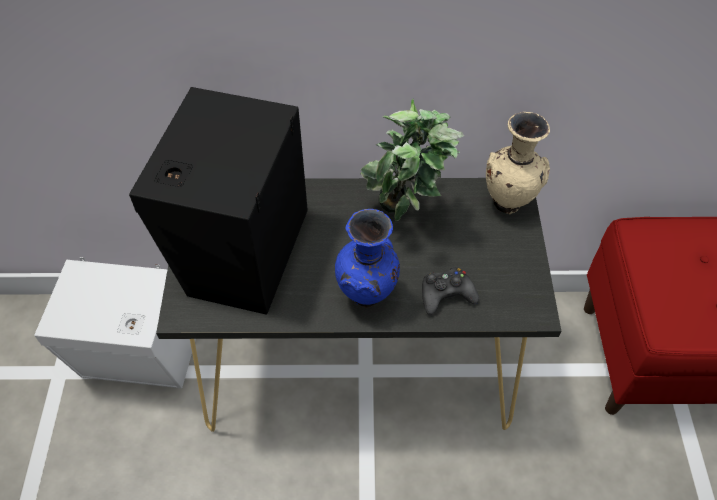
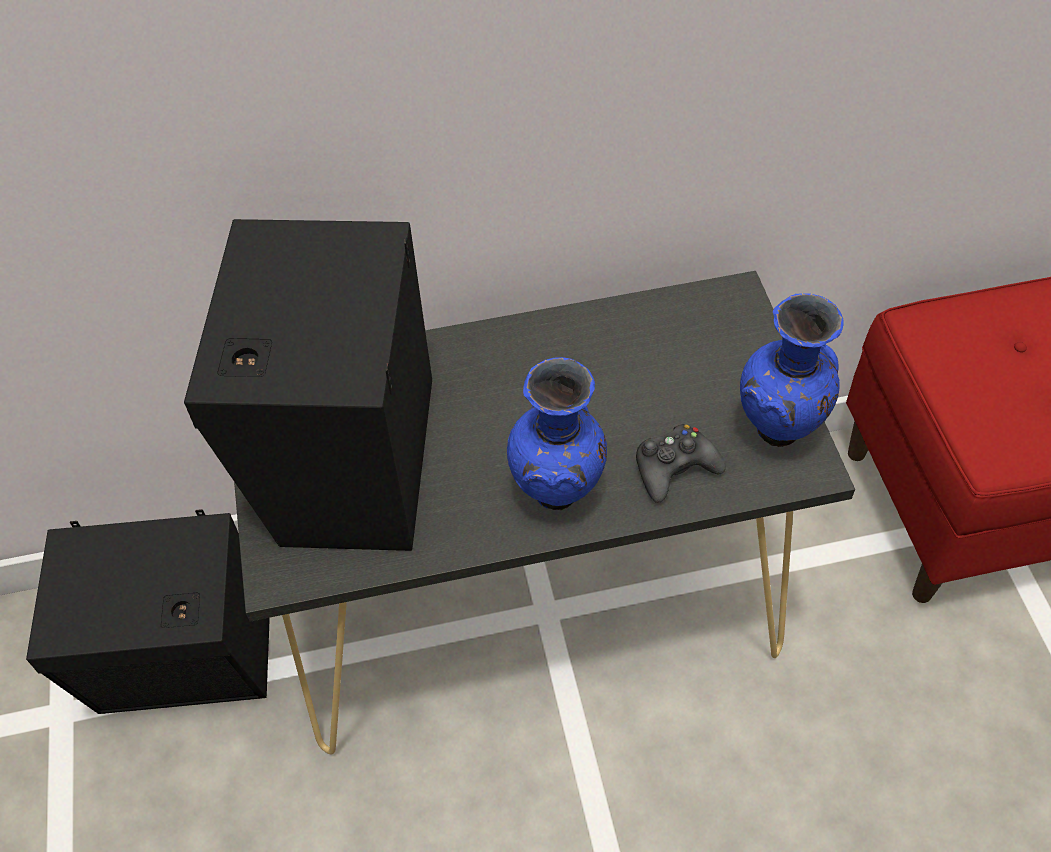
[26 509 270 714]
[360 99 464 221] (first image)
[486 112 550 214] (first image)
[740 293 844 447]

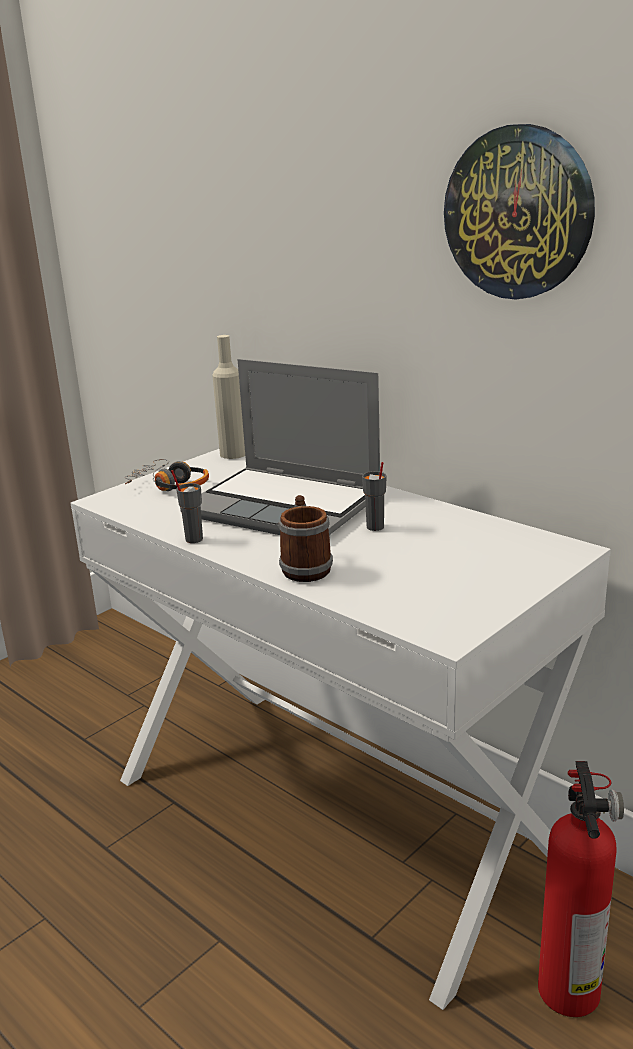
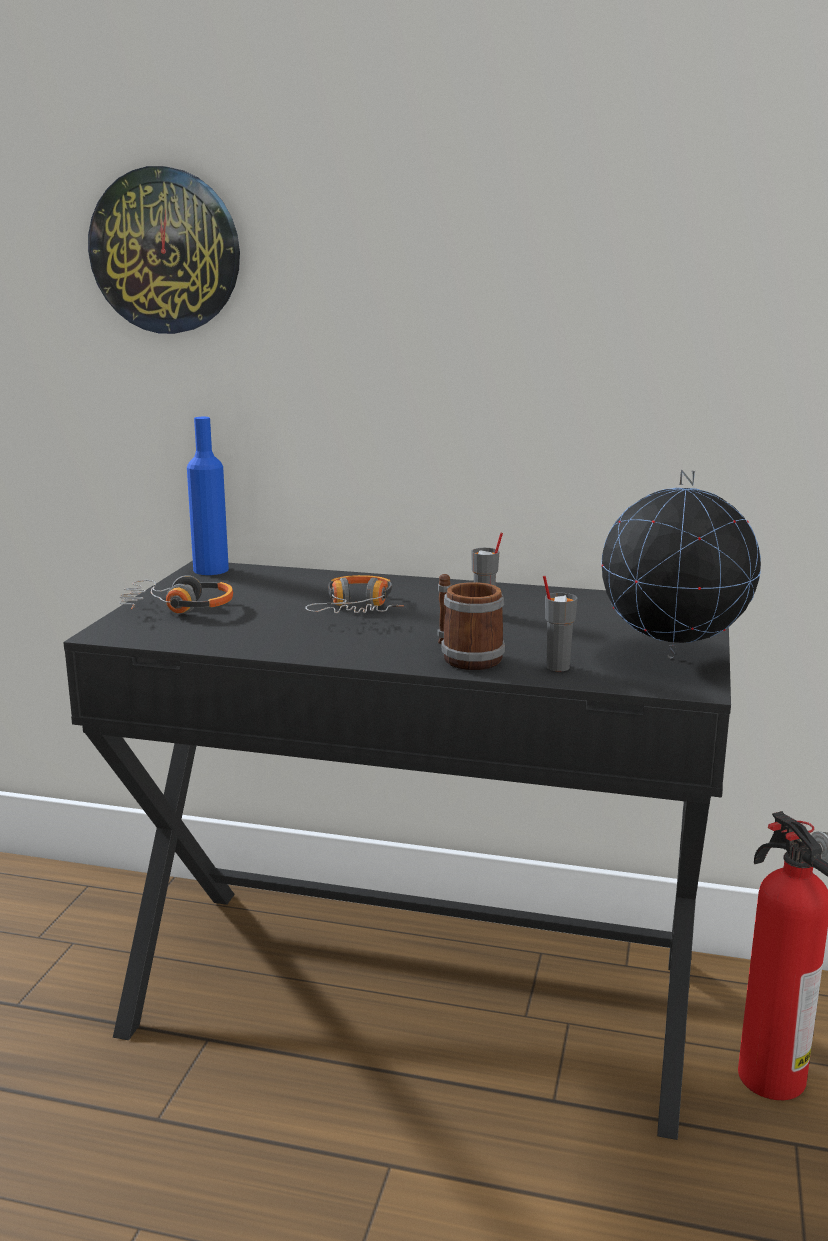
[63 561 731 1140]
[543 576 578 672]
[305 575 404 613]
[187 417 229 575]
[88 166 240 334]
[601 470 761 659]

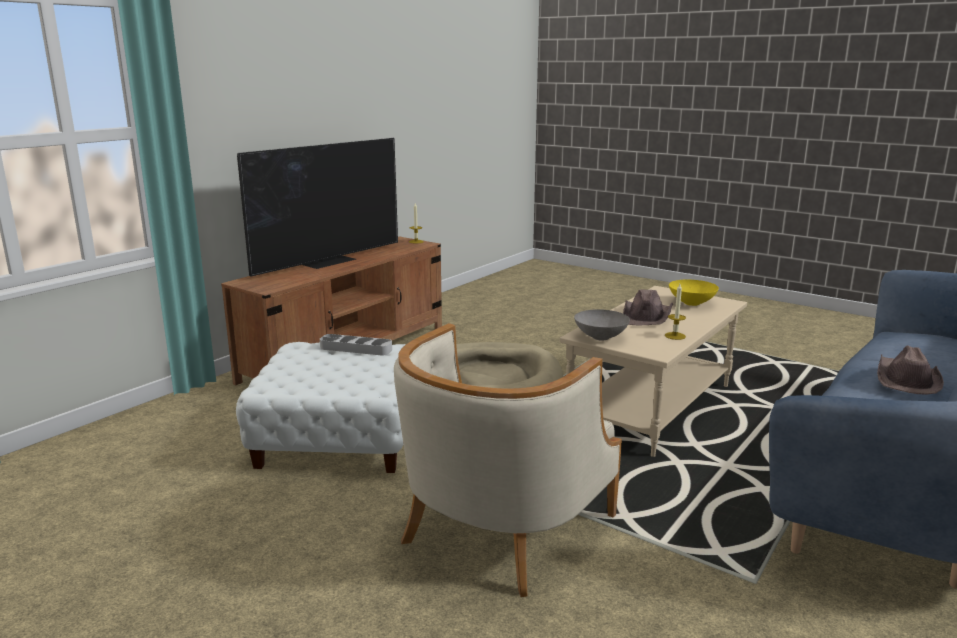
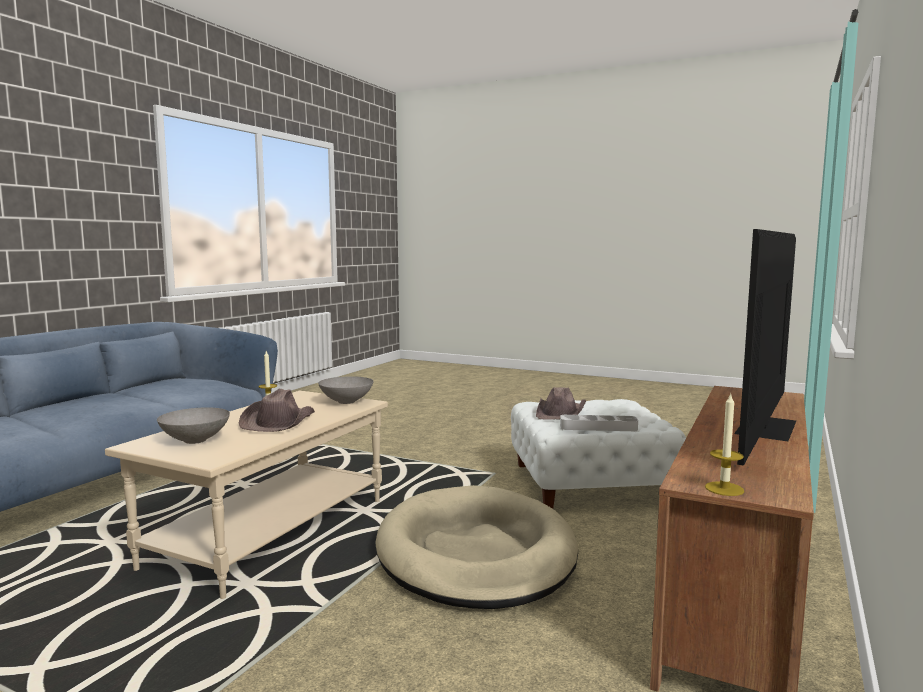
[394 323 622 597] (first image)
[157 408 230 444]
[536 387 586 420]

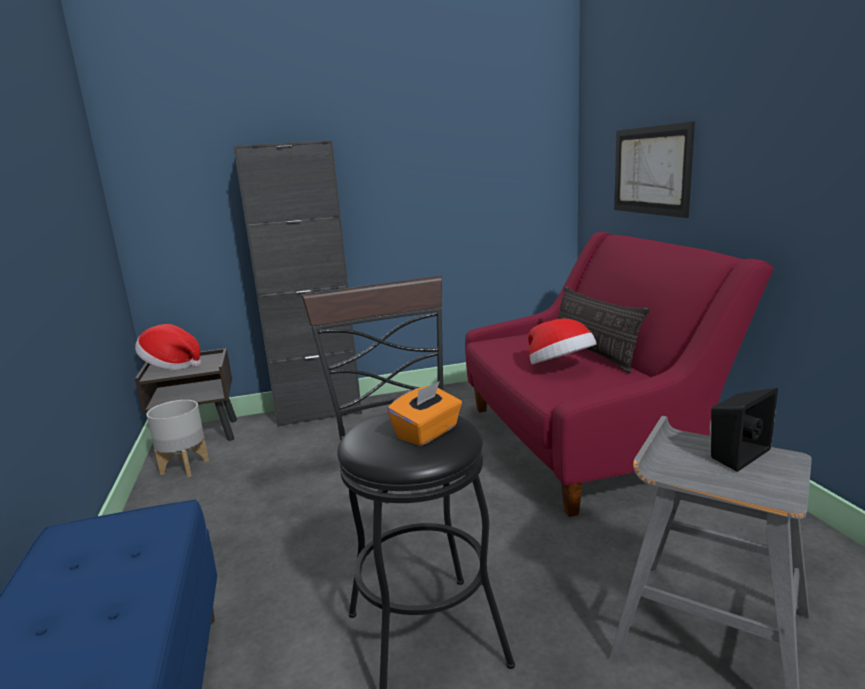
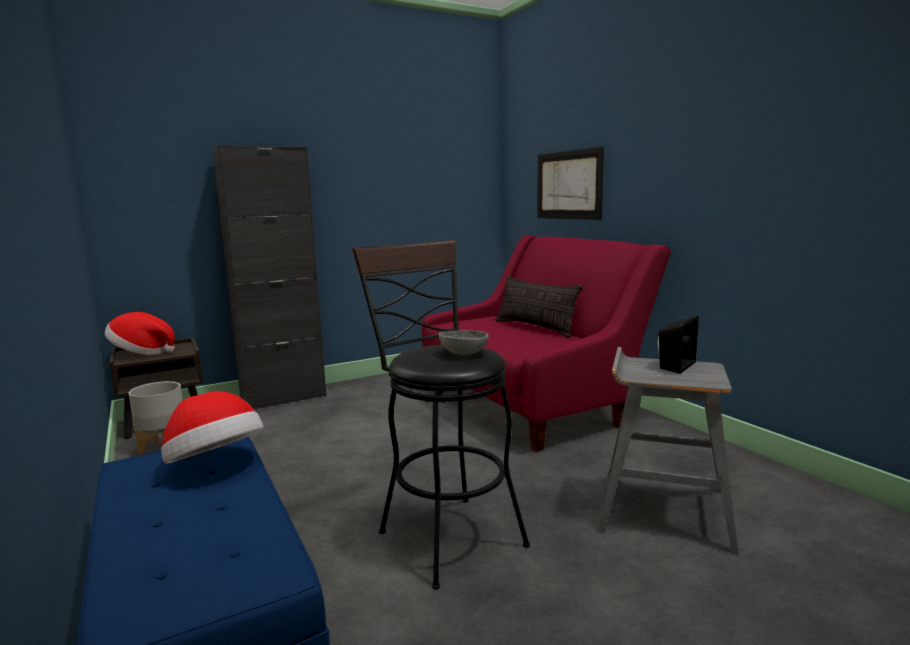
[439 330 489 355]
[161 391 264 464]

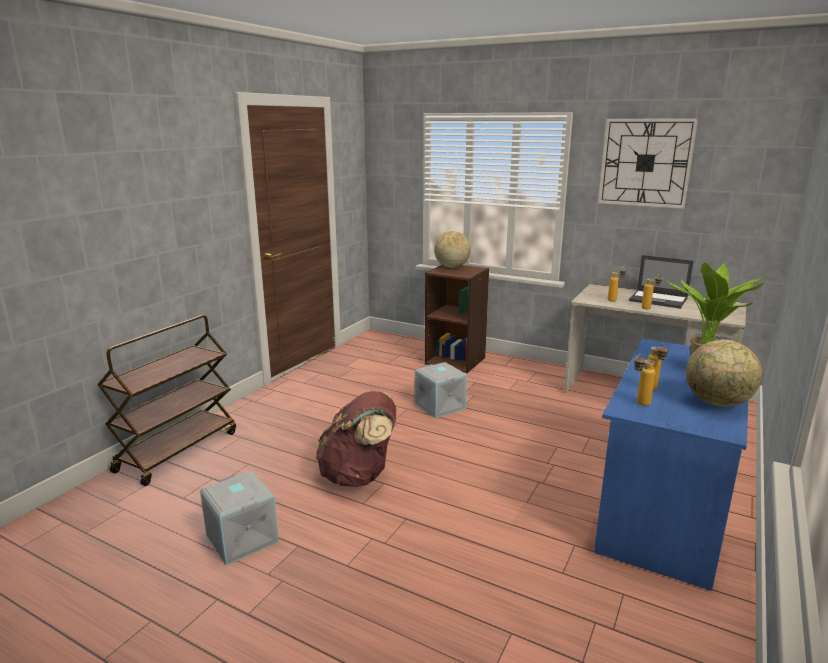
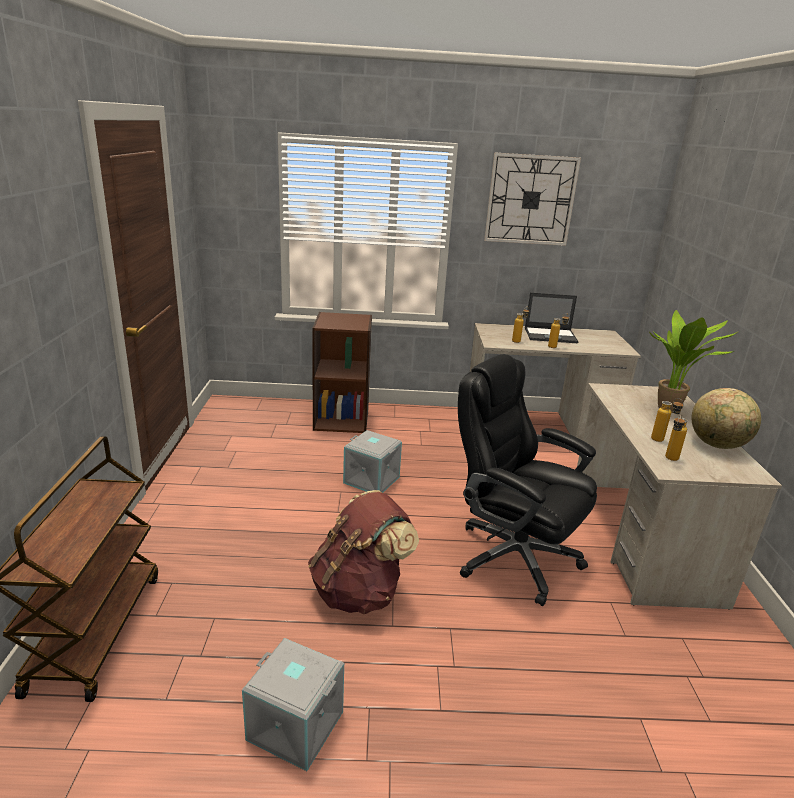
[434 231 471 268] (first image)
[577 383 782 610]
[458 354 597 606]

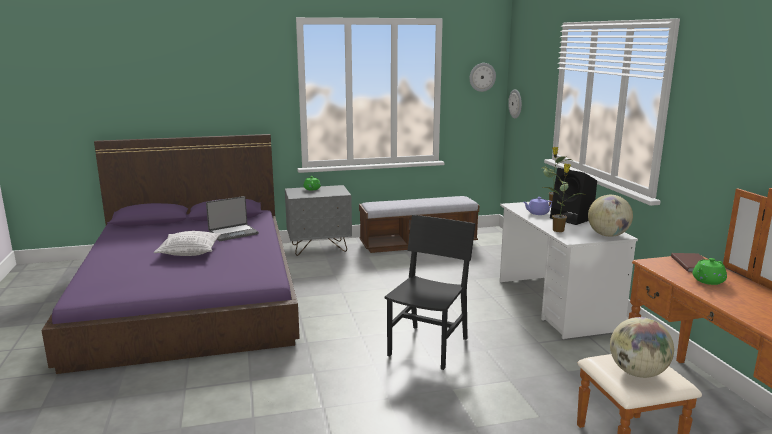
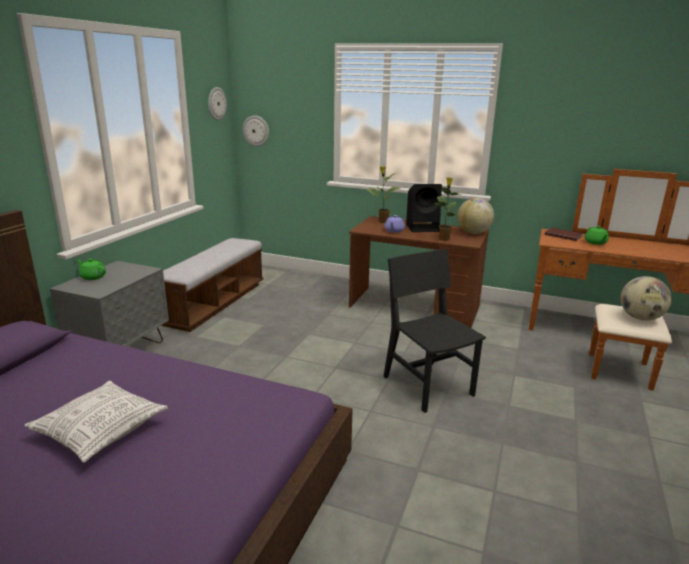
[206 196 259 241] (first image)
[349 216 489 328]

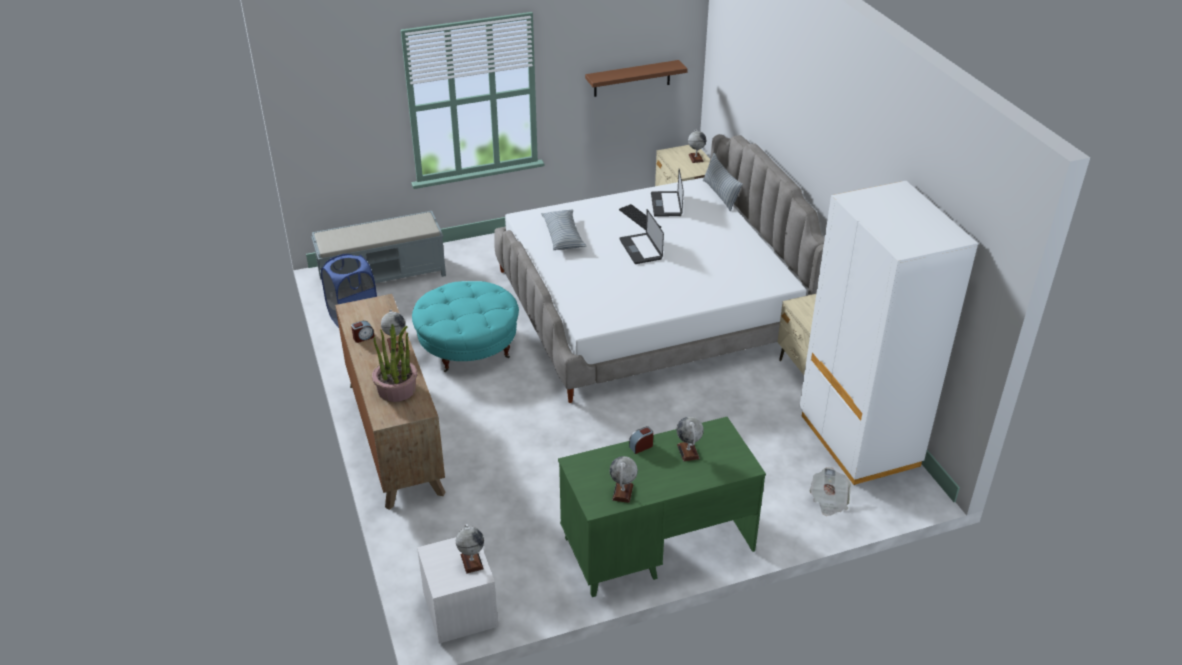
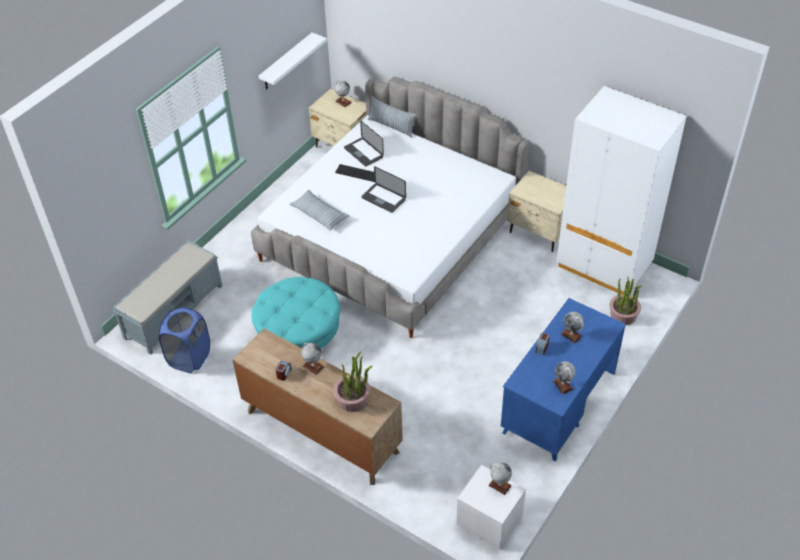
[501 298 626 461]
[259 33 327 90]
[610 277 641 325]

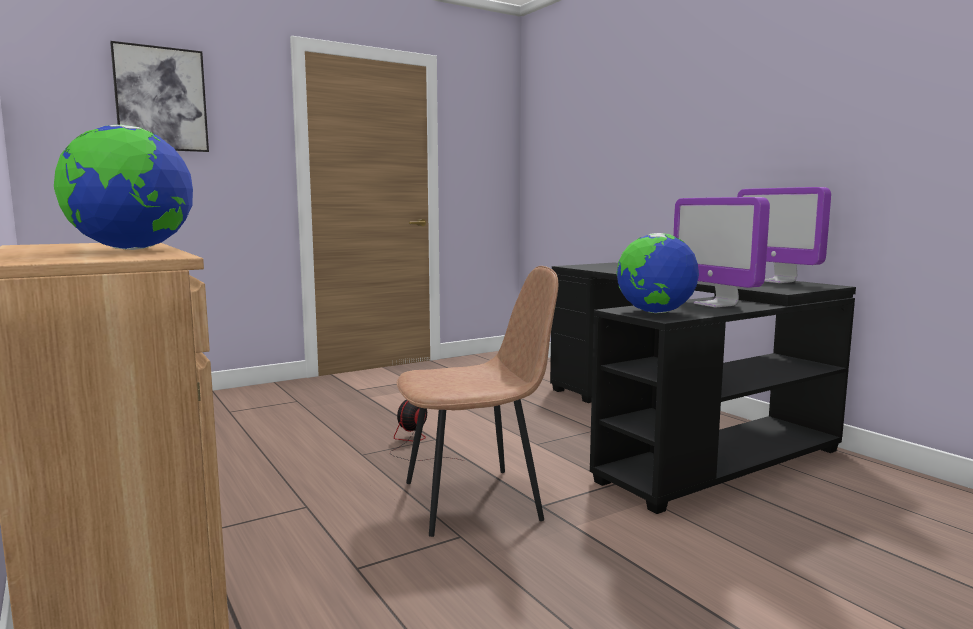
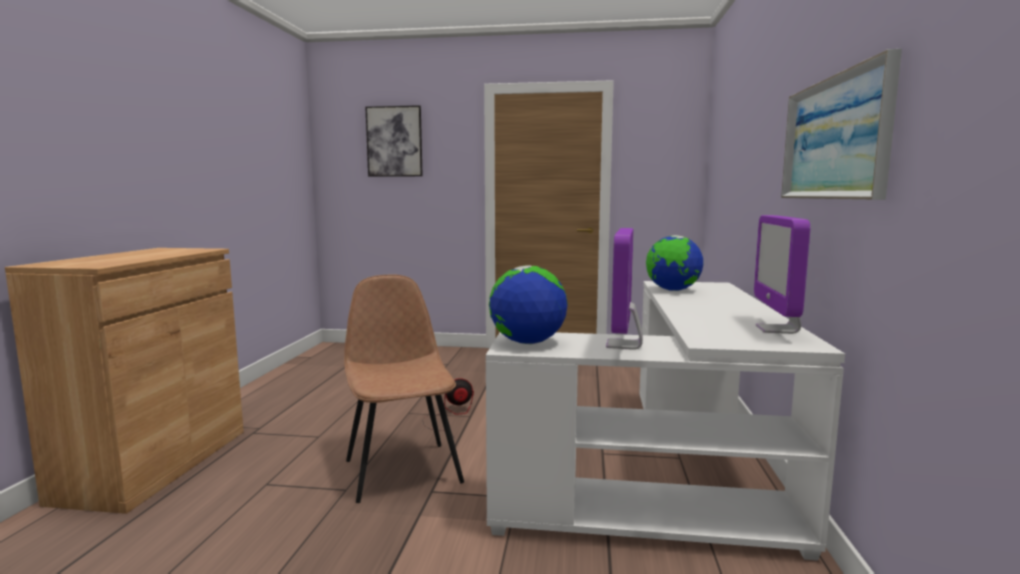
[646 235 703 291]
[344 275 464 503]
[486 281 845 561]
[781 49 902 200]

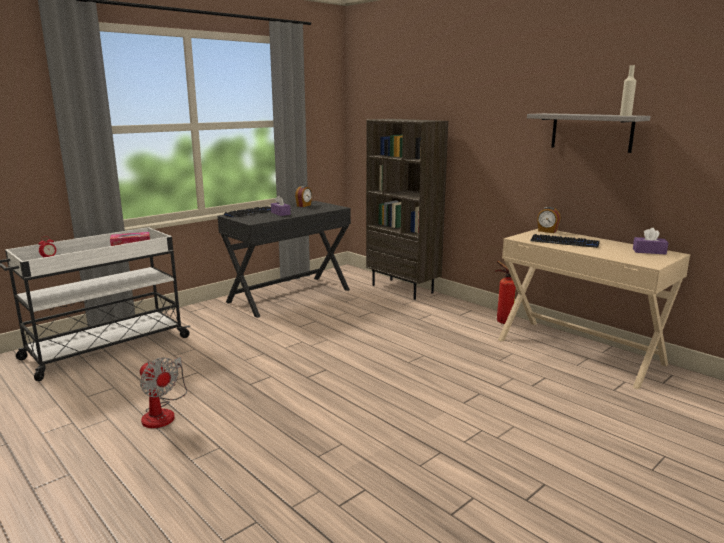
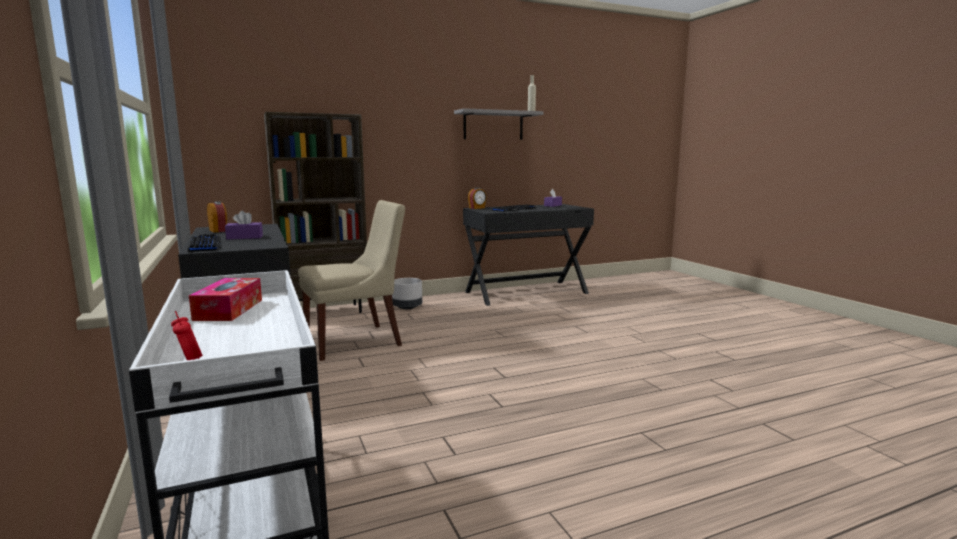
[140 357 187 428] (first image)
[494 261 516 324] (first image)
[463 204 594 306]
[298 200 405 361]
[392 278 422 309]

